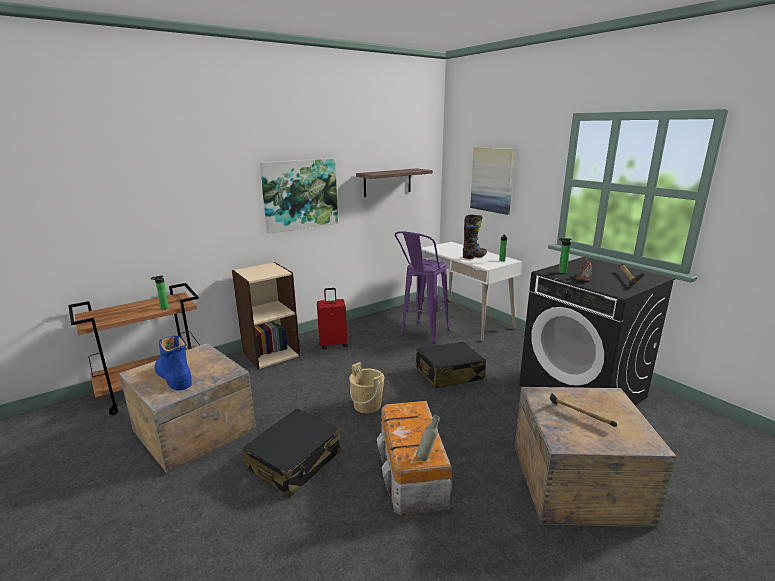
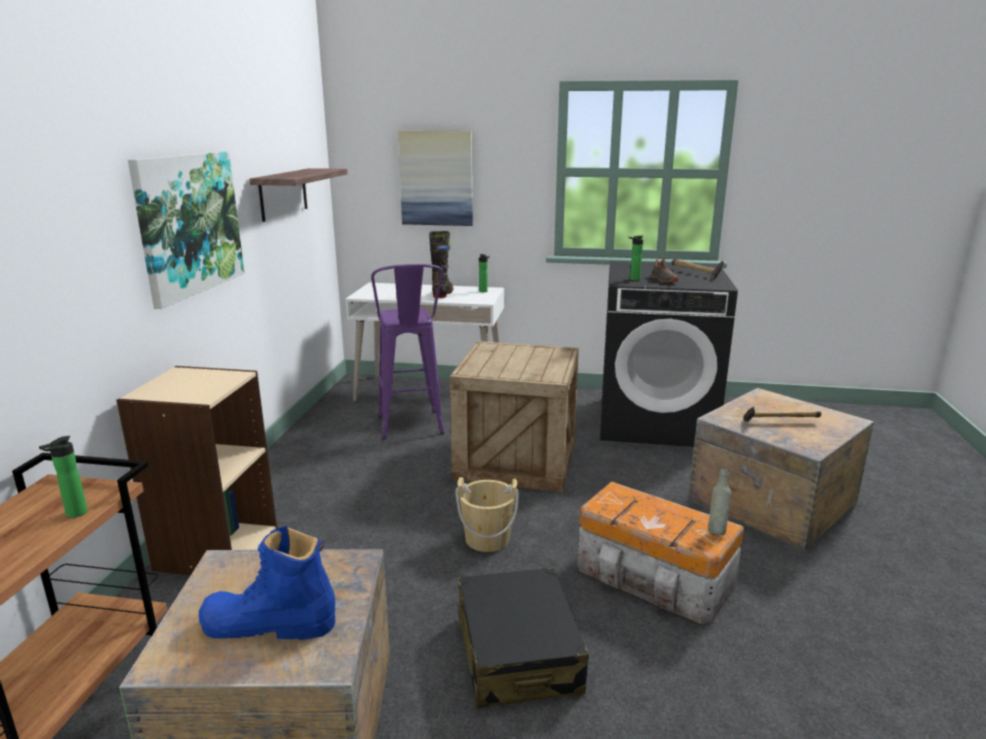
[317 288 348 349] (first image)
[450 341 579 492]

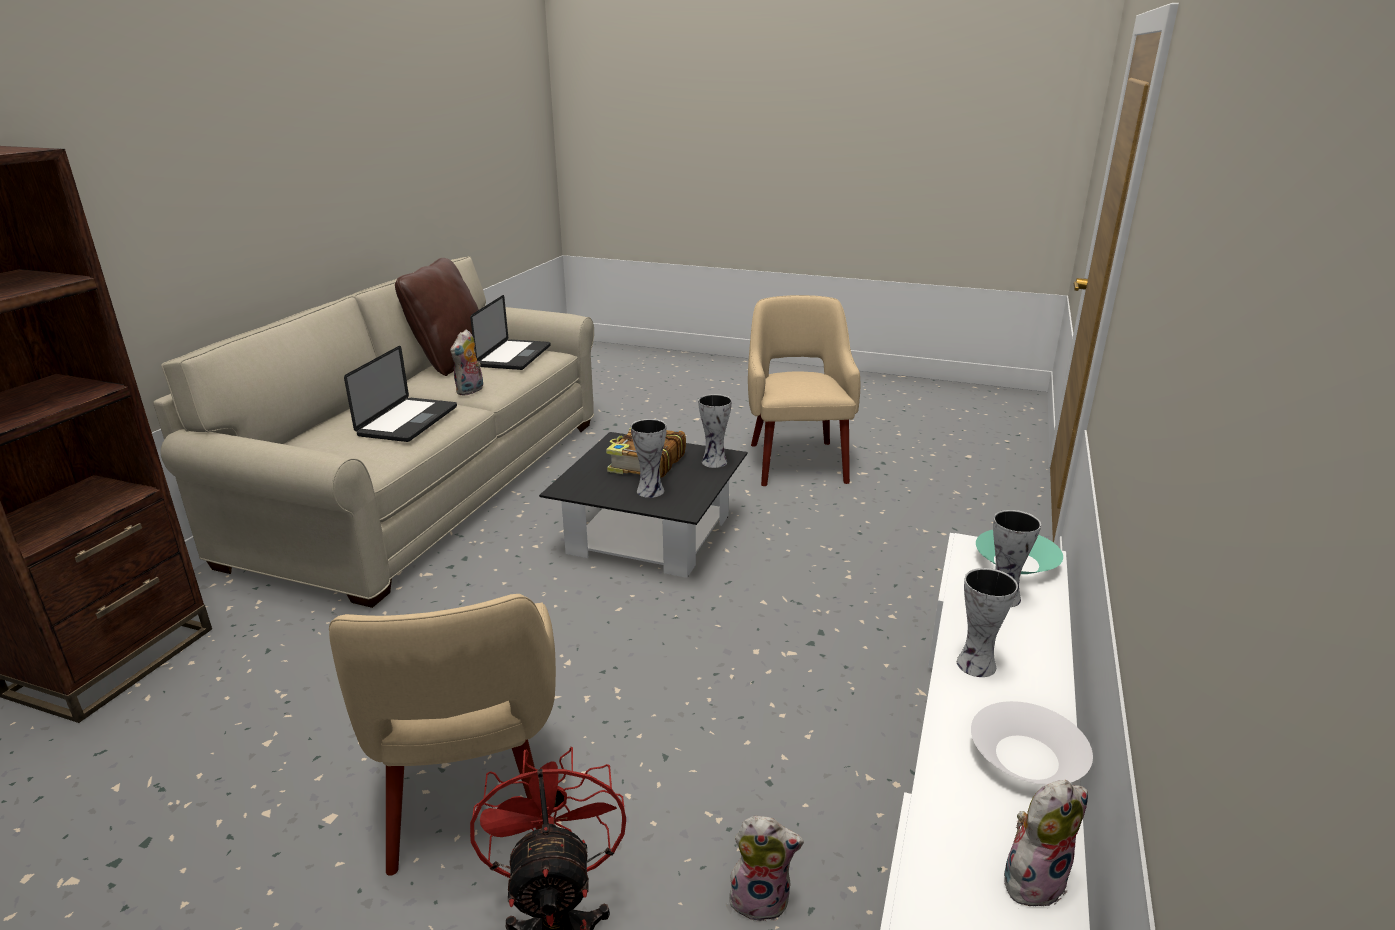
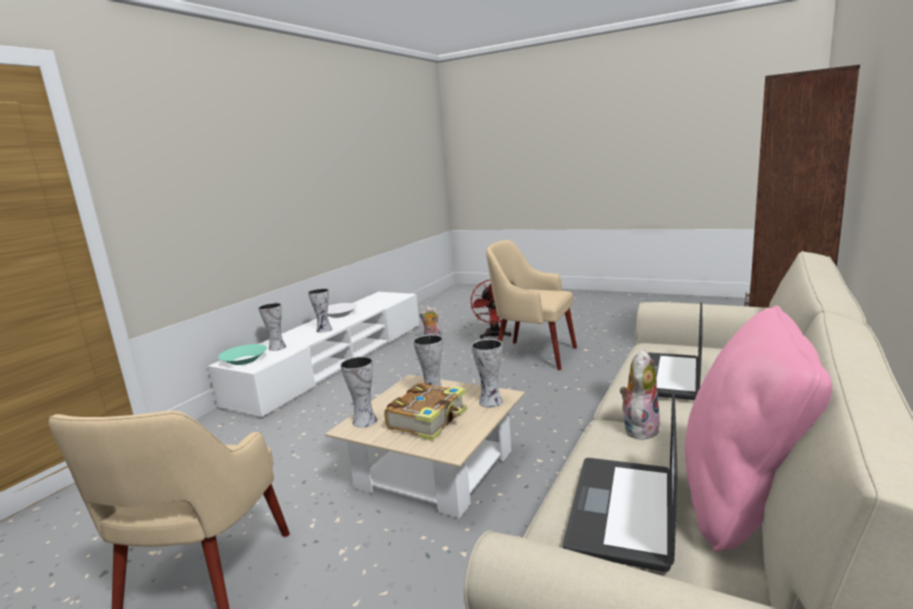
[486 240 577 370]
[685 305 832 552]
[325 375 525 519]
[1004 780 1088 912] (first image)
[471 339 503 408]

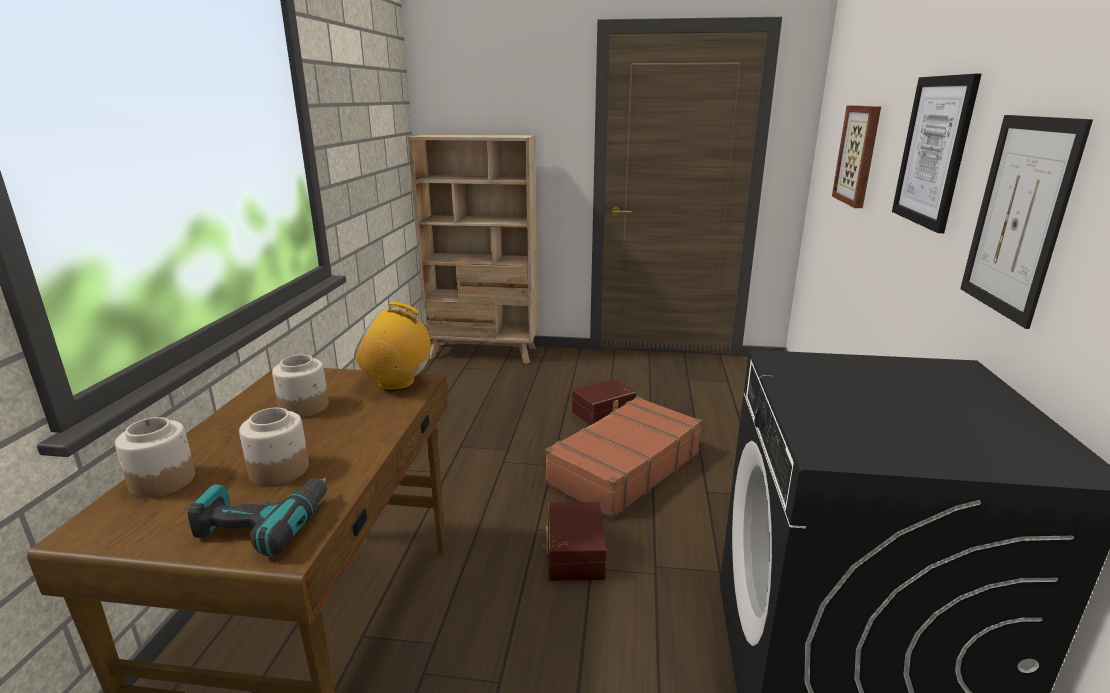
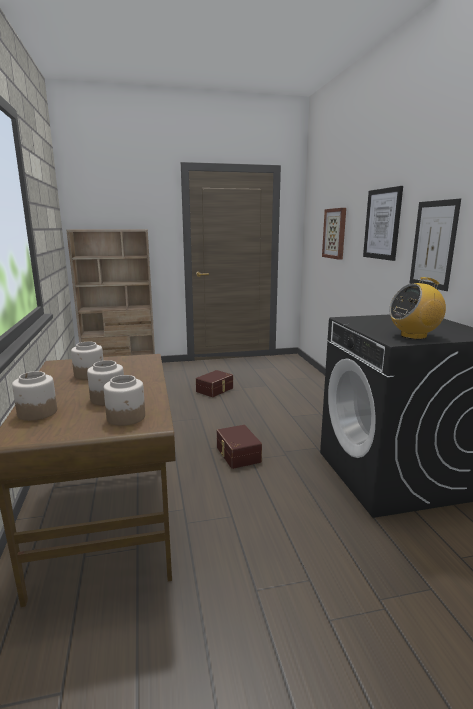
[104 375 145 426]
[389 277 446 339]
[545 396 702 519] (first image)

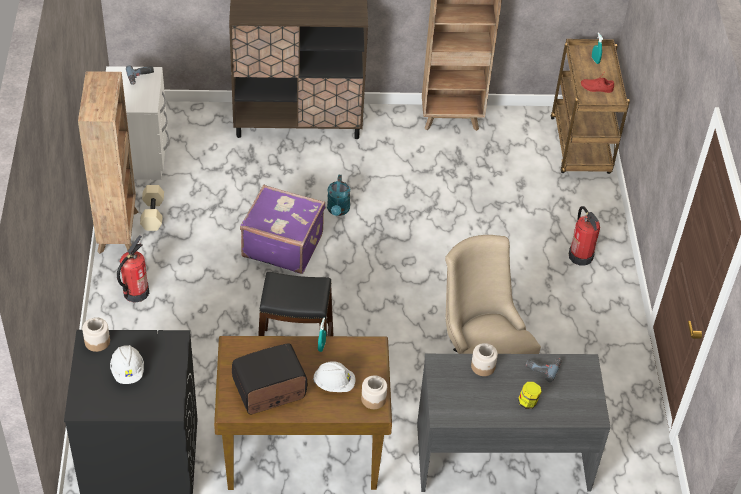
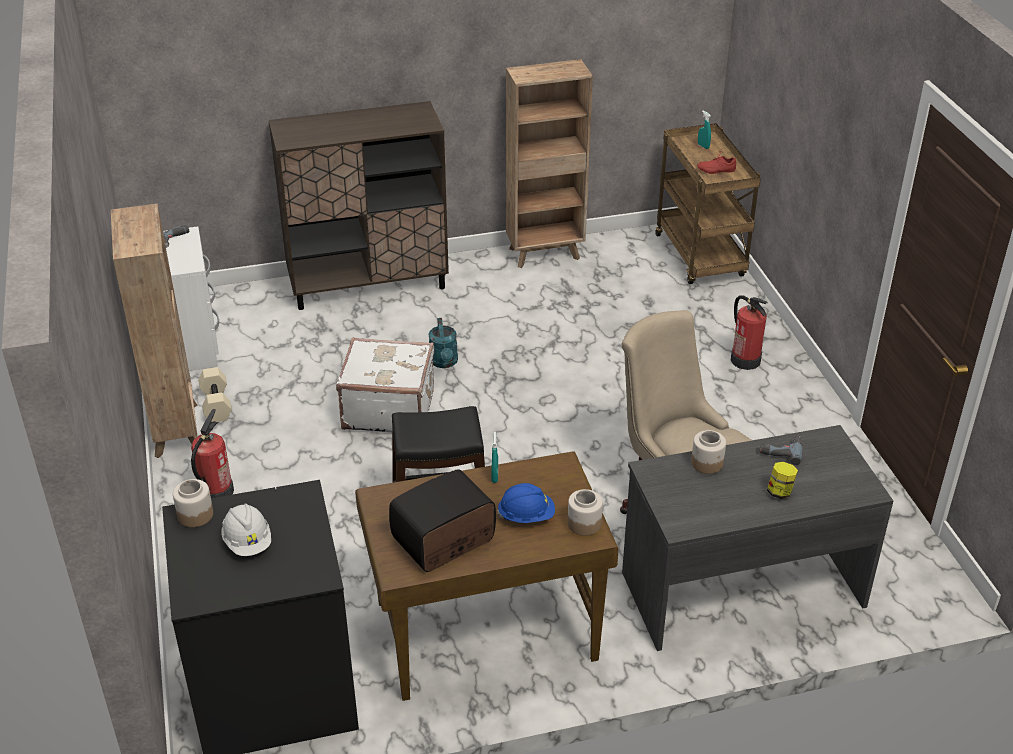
[336 338 434 432]
[497 483 555 523]

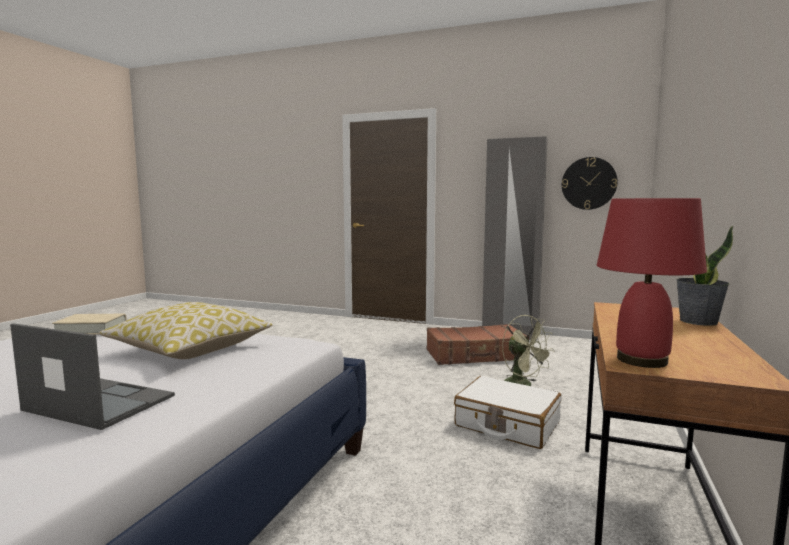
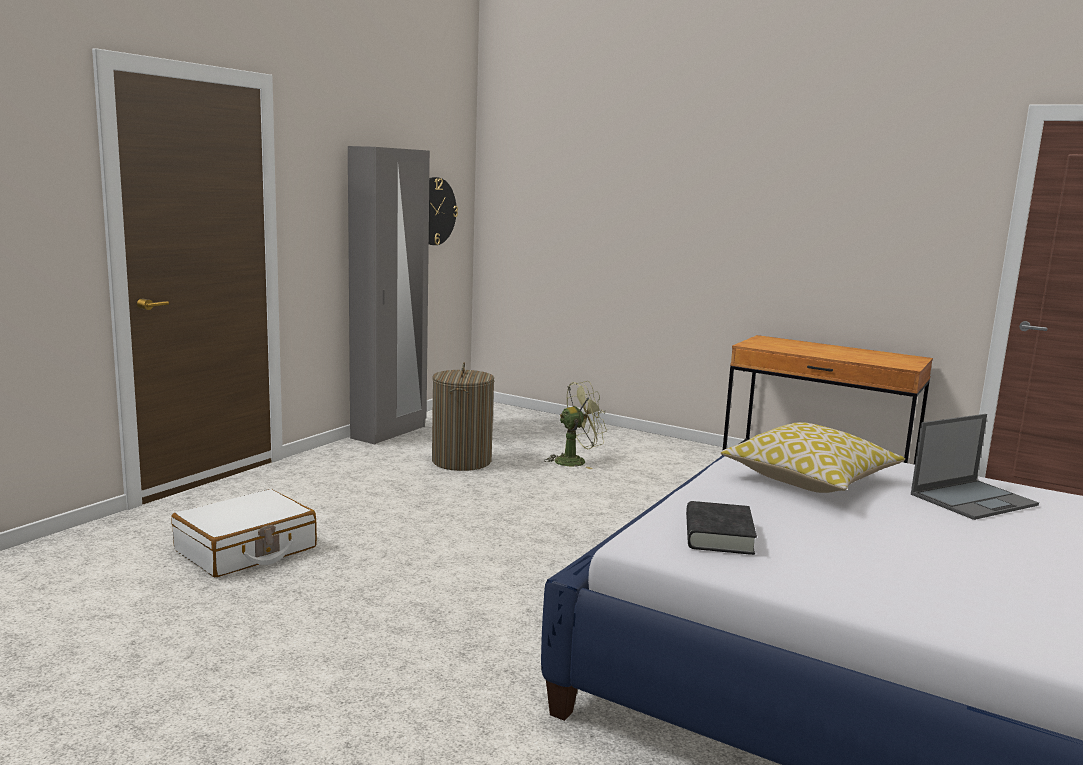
[911 414 1039 520]
[686 501 757 555]
[432 362 494 471]
[171 489 317 577]
[597 198 707 368] (first image)
[676 226 733 326] (first image)

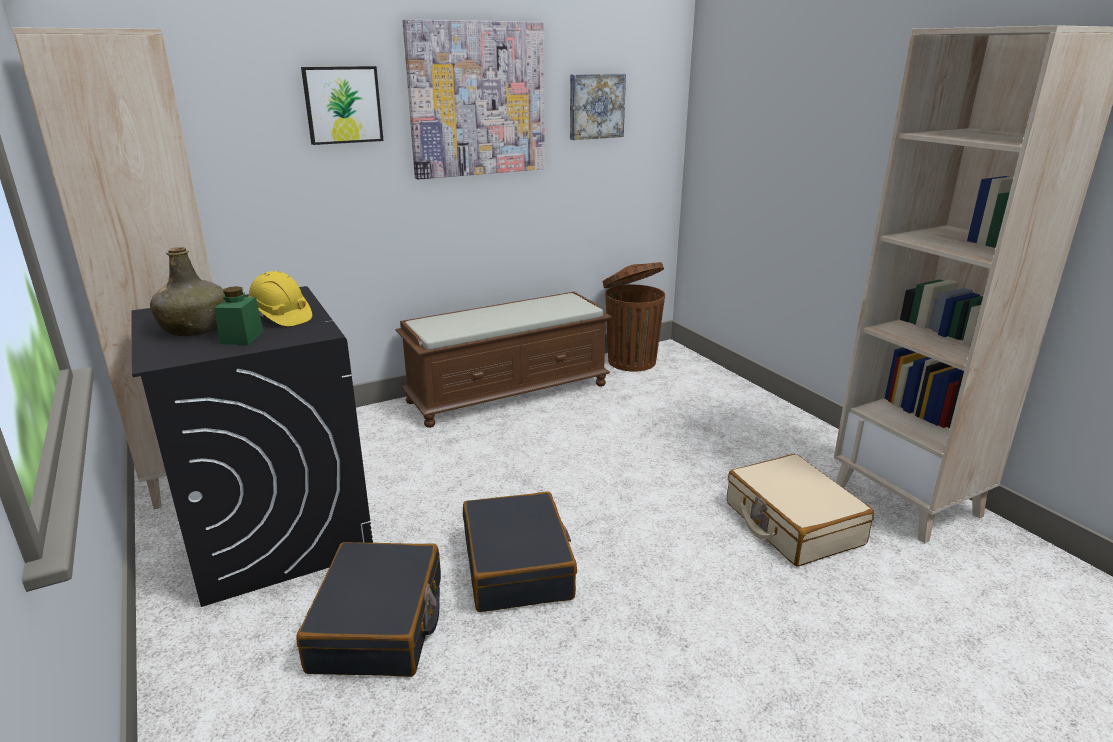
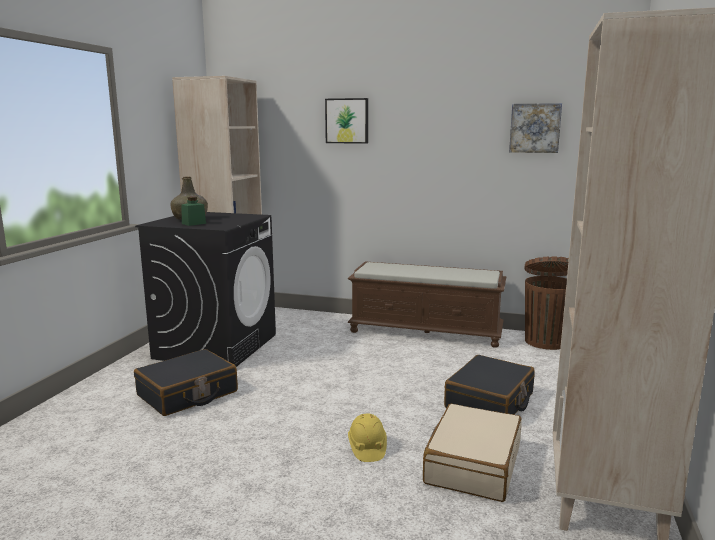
[348 414 387 462]
[403 19 545 179] (first image)
[444 355 535 415]

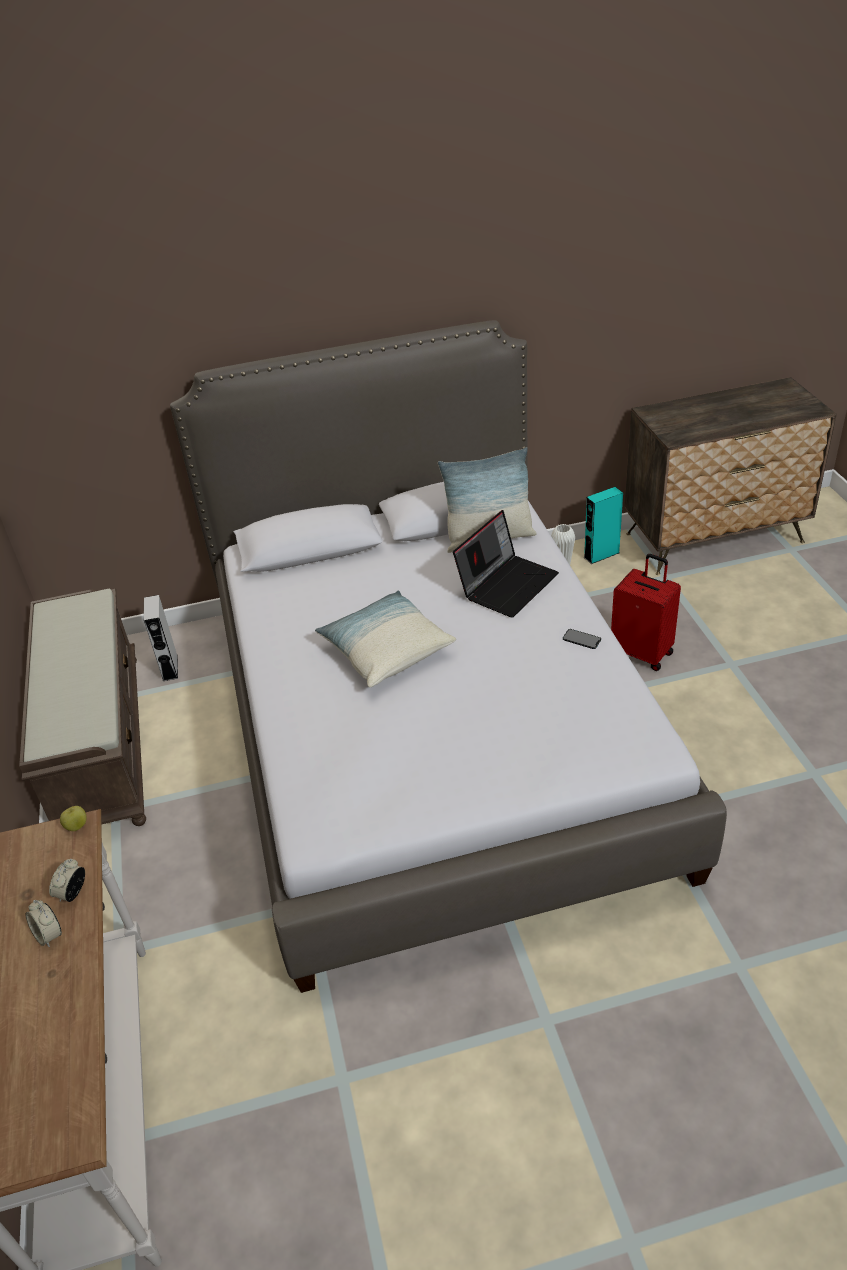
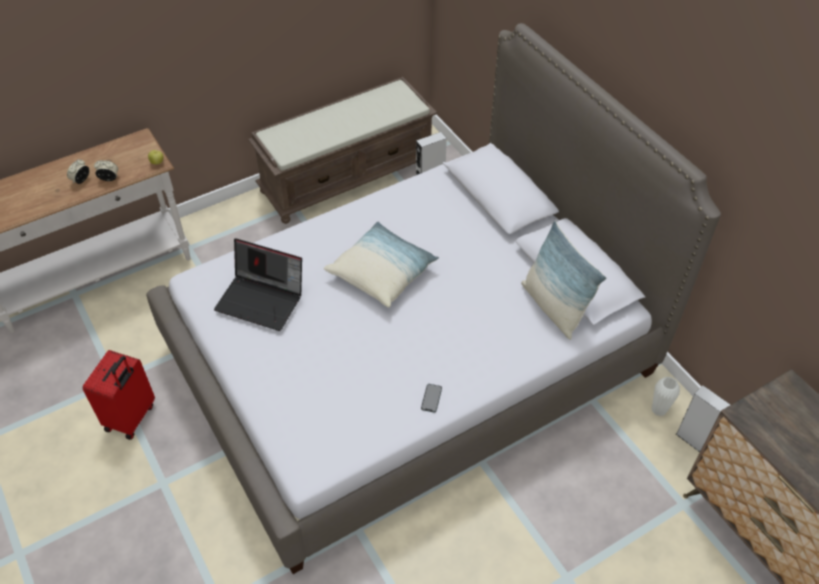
[214 238 302 331]
[676 386 730 452]
[83 350 155 440]

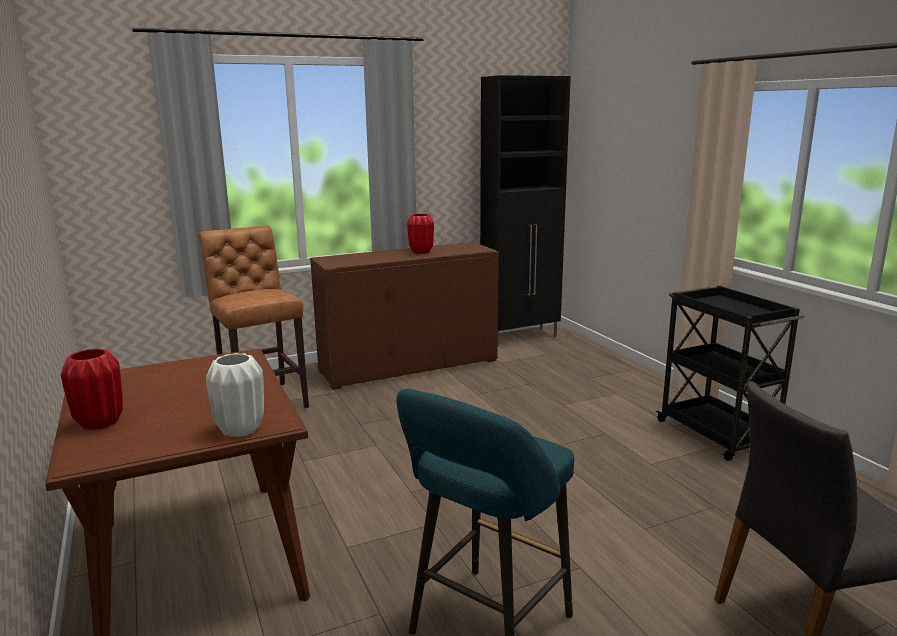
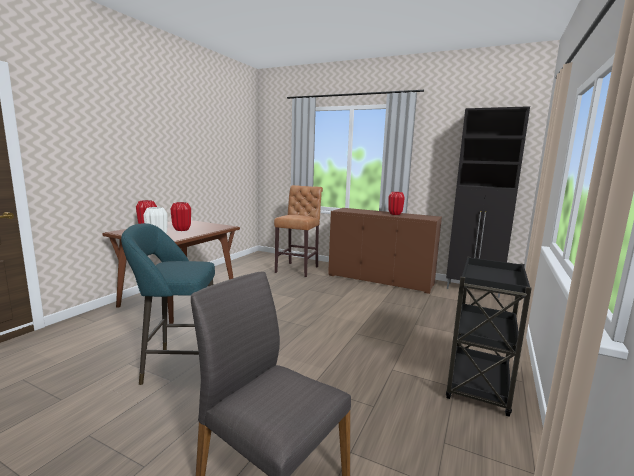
[171 202 191 231]

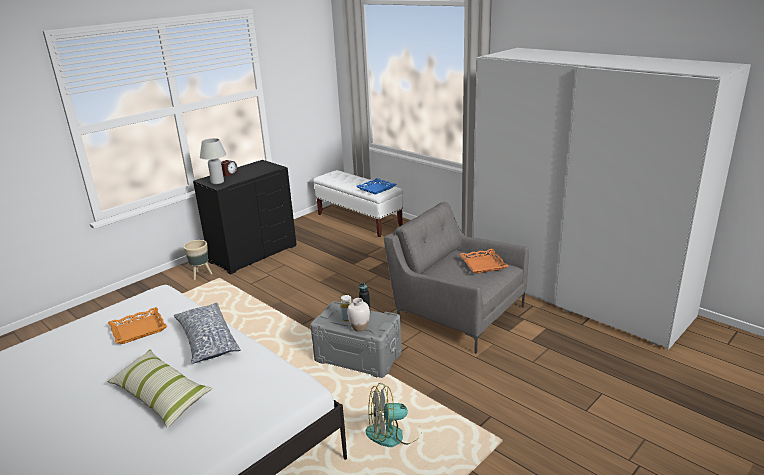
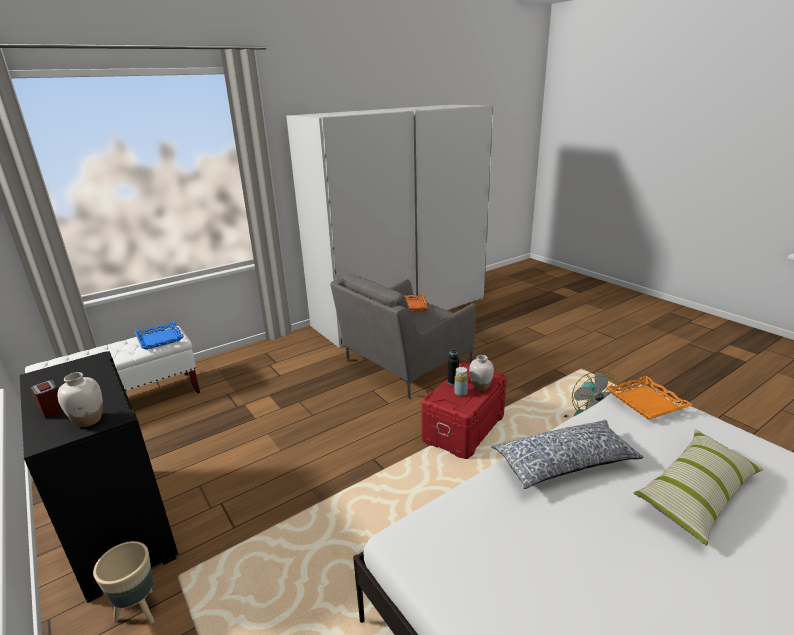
[606 376 693 420]
[57 372 103 427]
[421 363 507 459]

